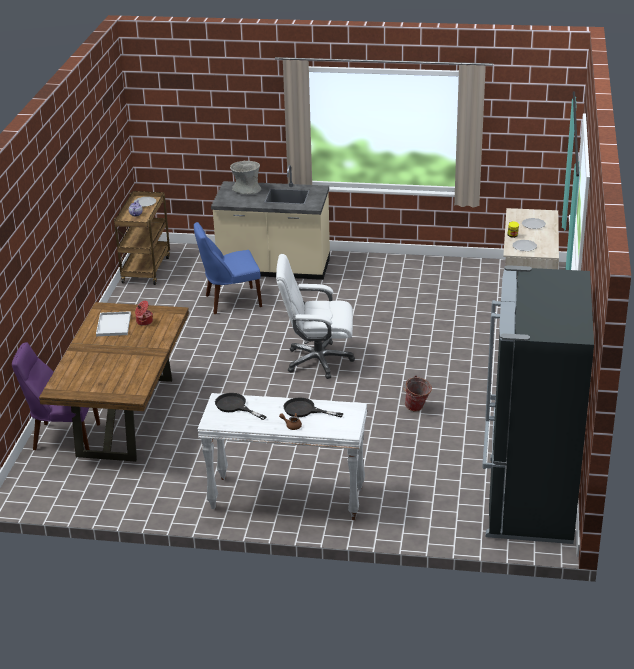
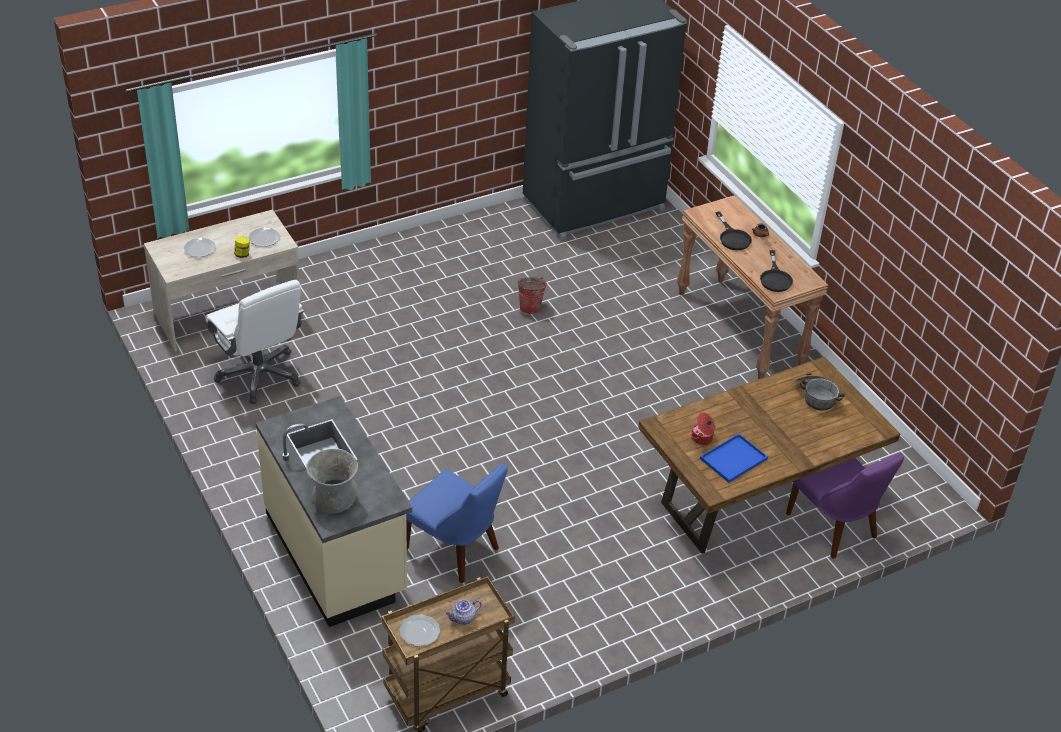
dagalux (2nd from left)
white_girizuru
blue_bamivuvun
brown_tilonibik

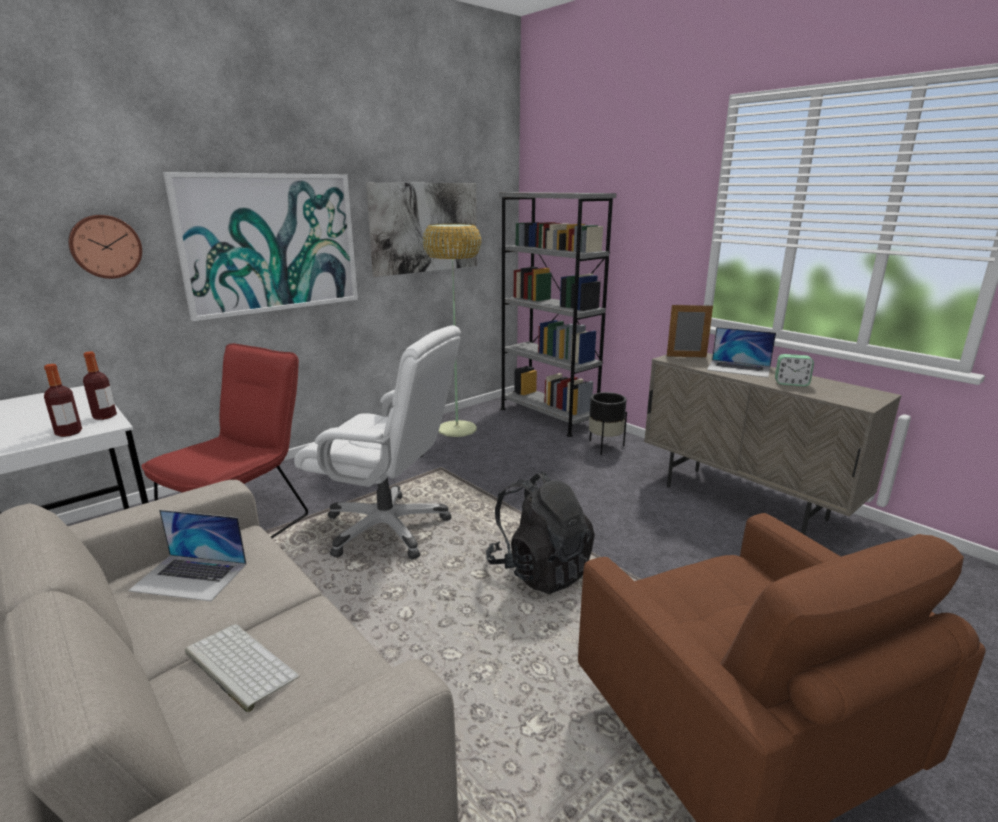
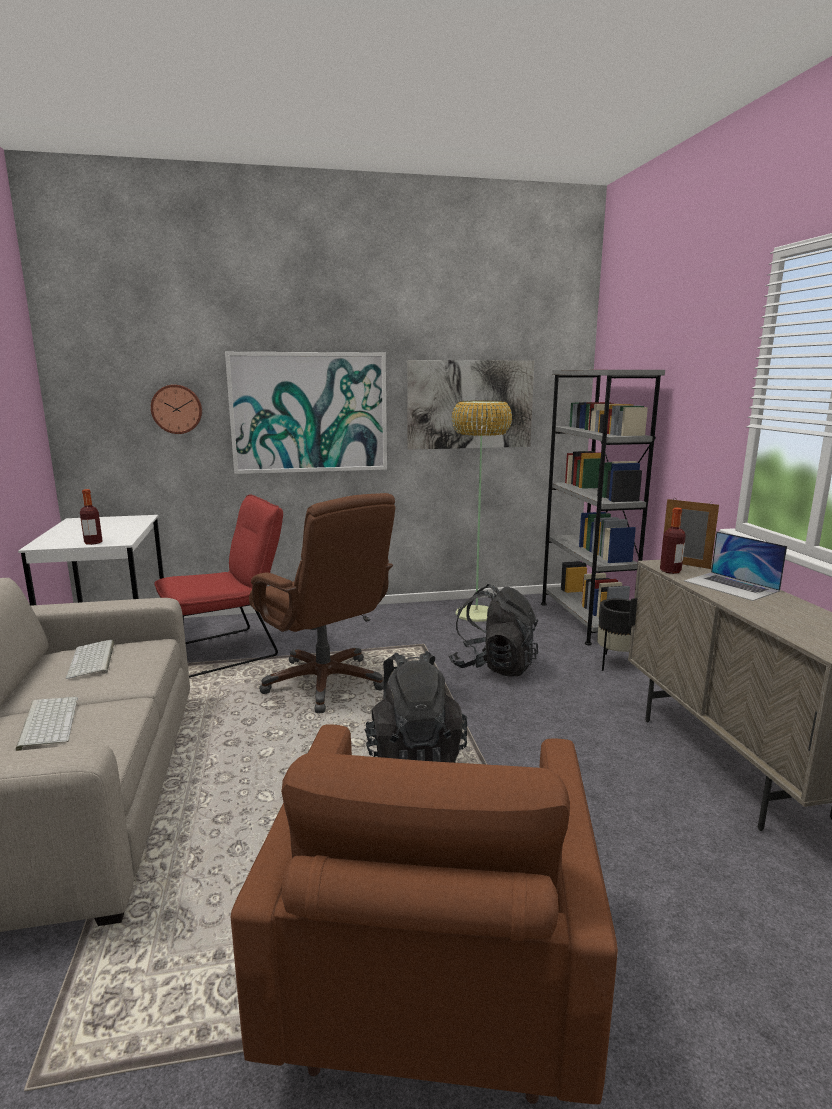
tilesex
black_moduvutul (2nd from left)
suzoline (2nd from left)
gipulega (2nd from left)
brown_girizuru

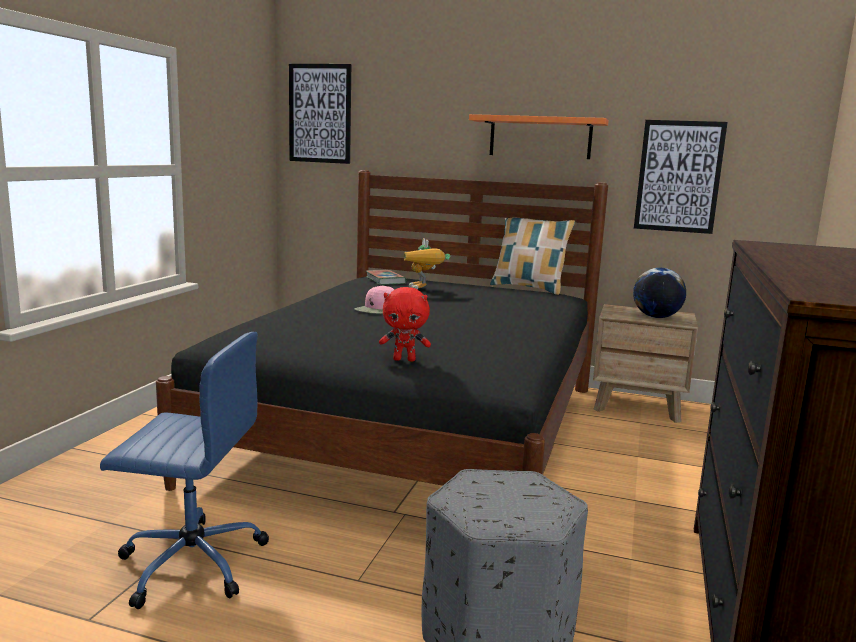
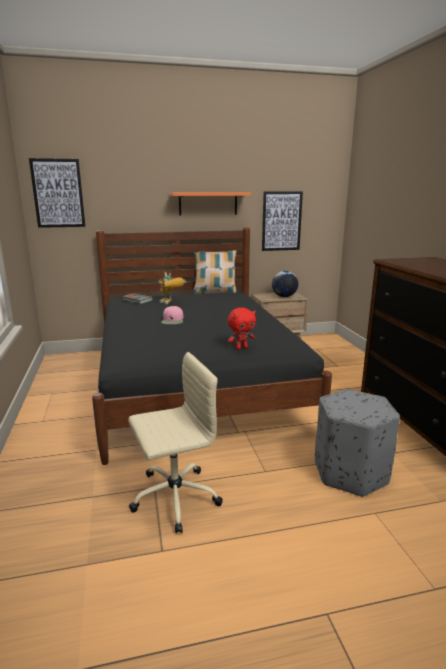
beige_girizuru

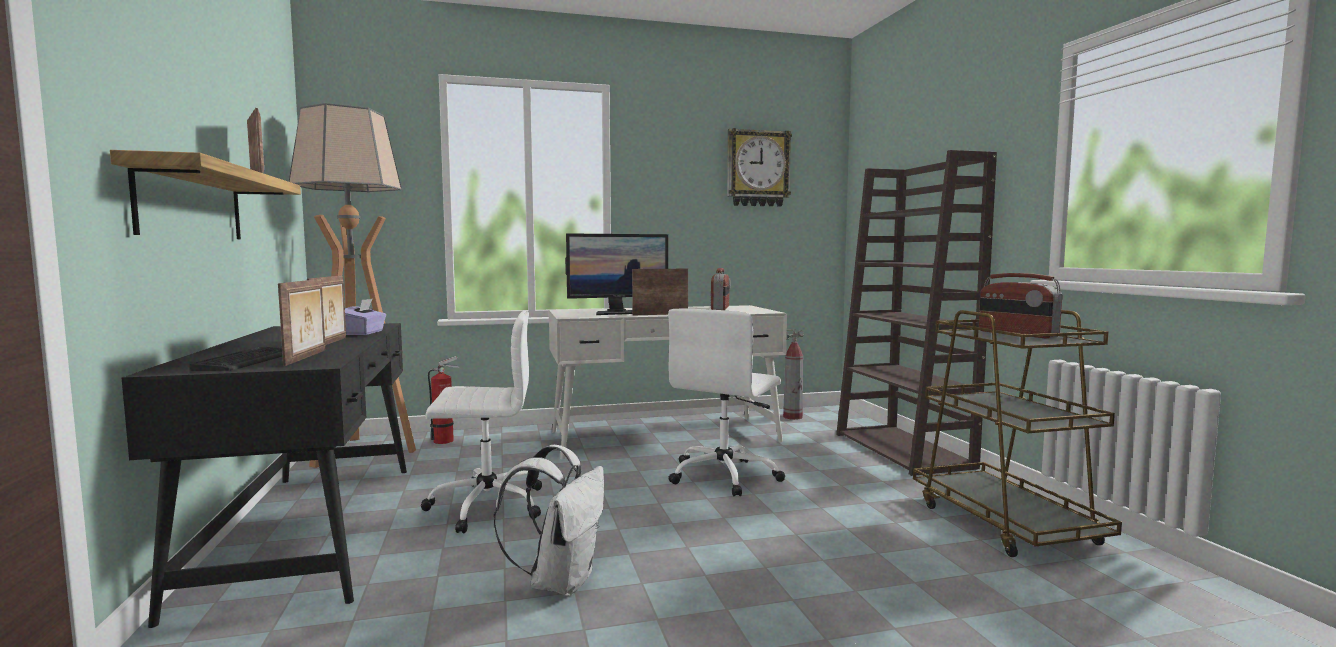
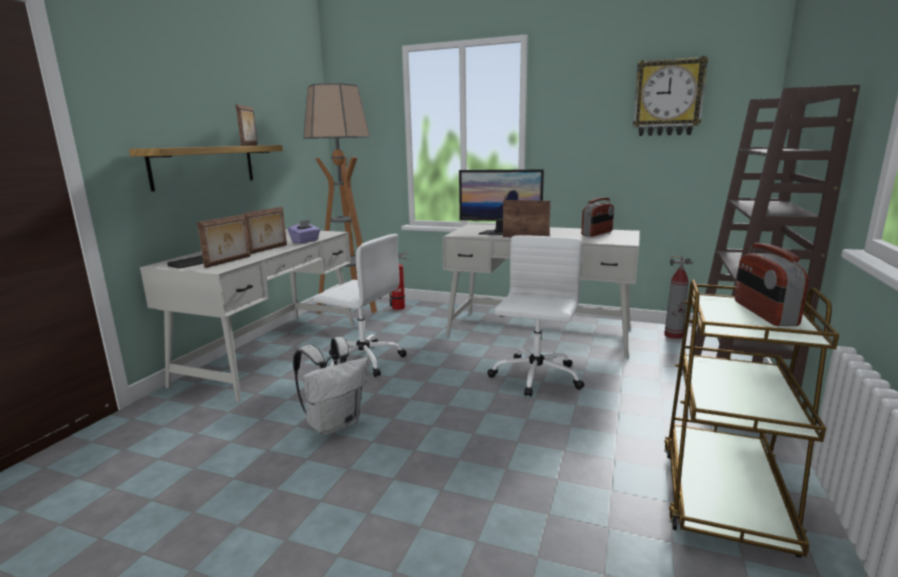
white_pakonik (1st from left)
white_girizuru (2nd from left)

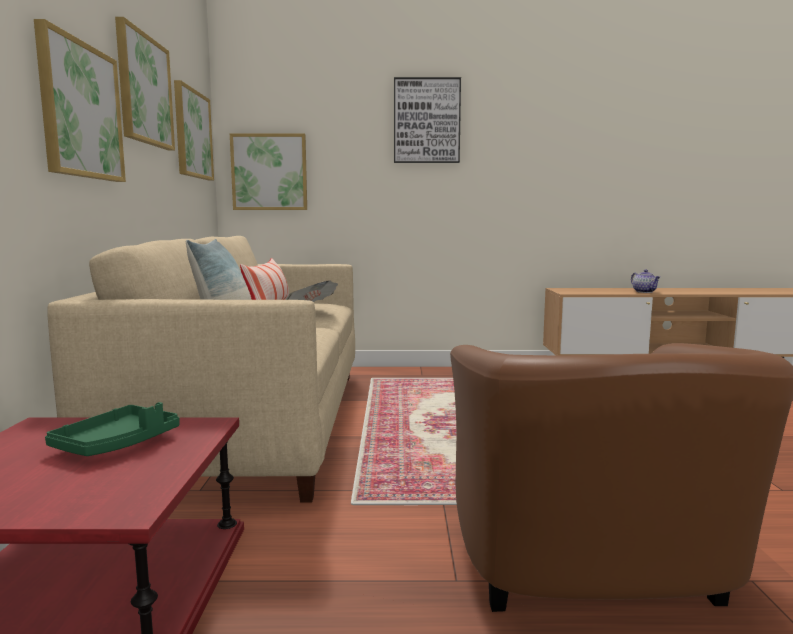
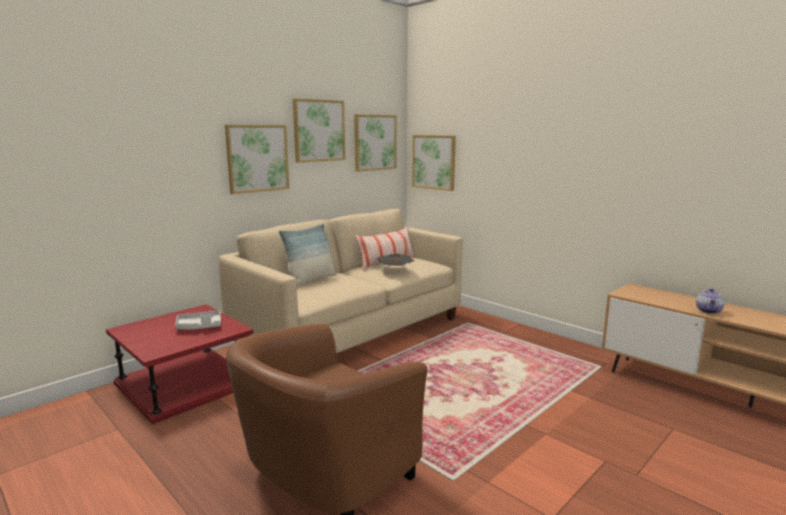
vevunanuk (5th from left in the first image)
grey_bamivuvun

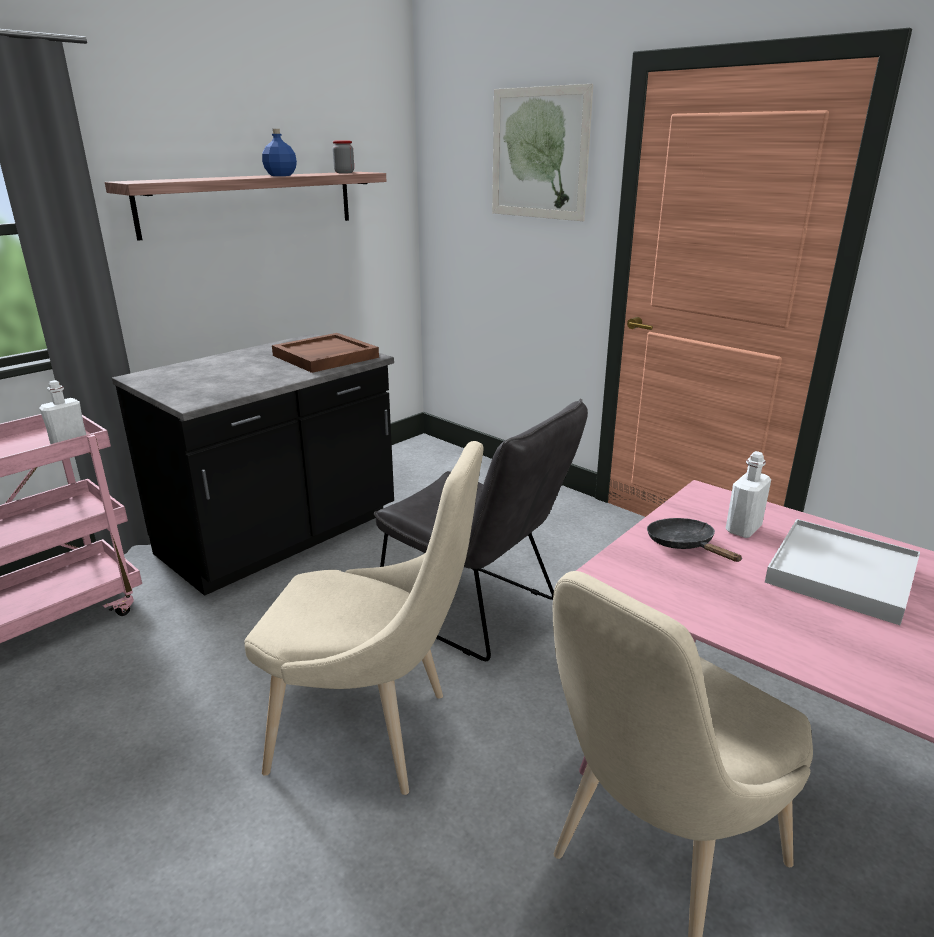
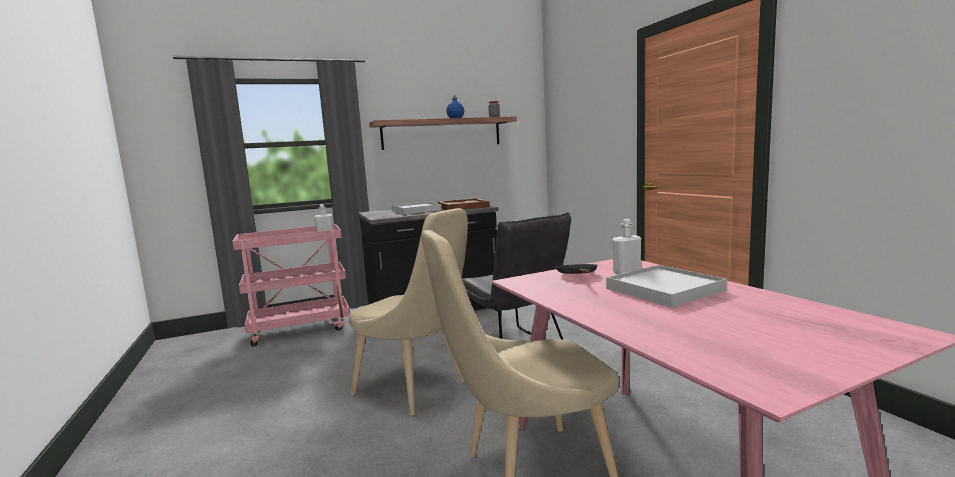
vevunanuk
white_bamivuvun (1st from left)

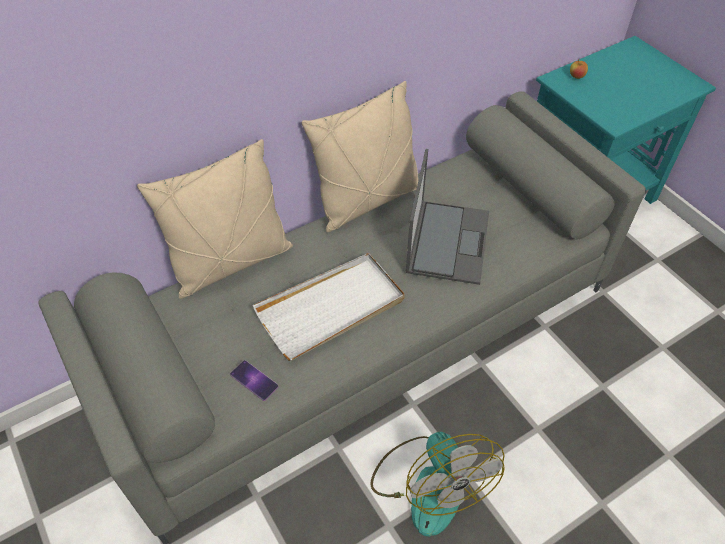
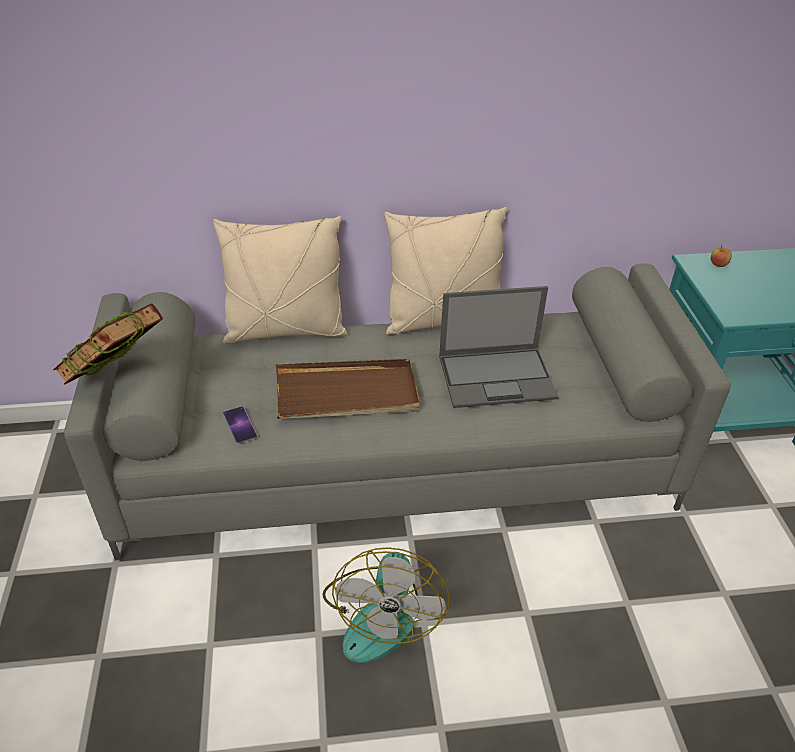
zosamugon
brown_bamivuvun
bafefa

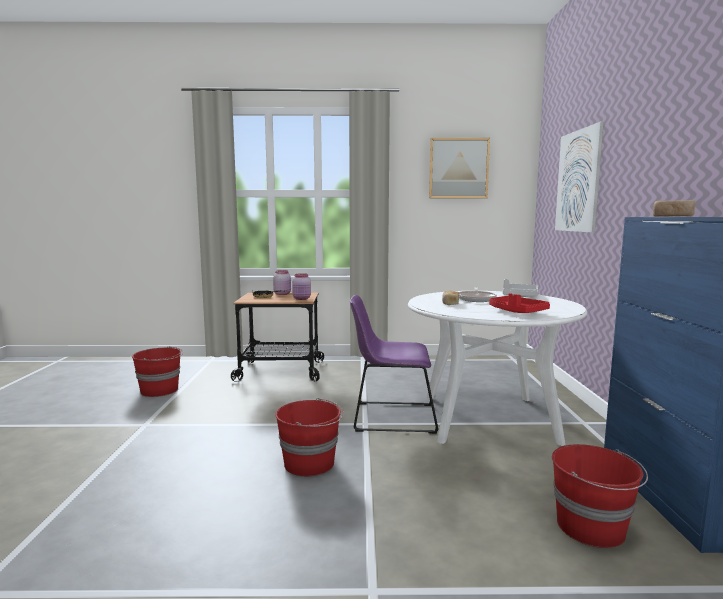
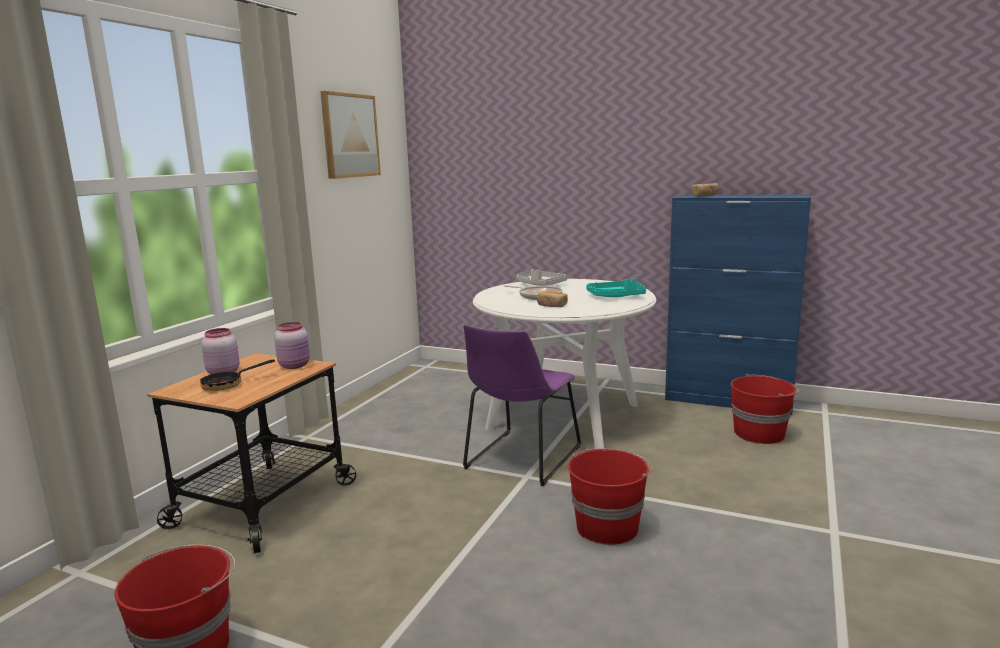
vevunanuk (2nd from left in the first image)
turquoise_bamivuvun

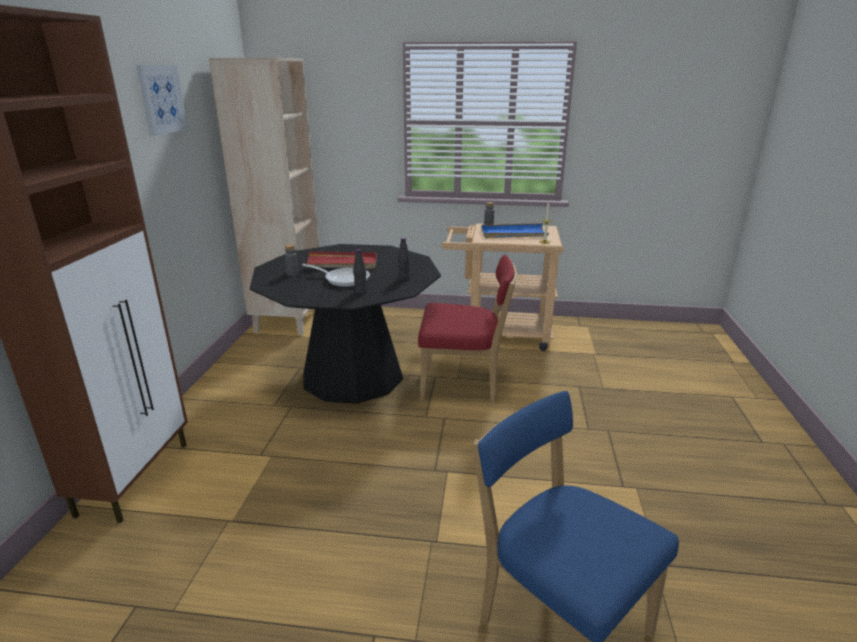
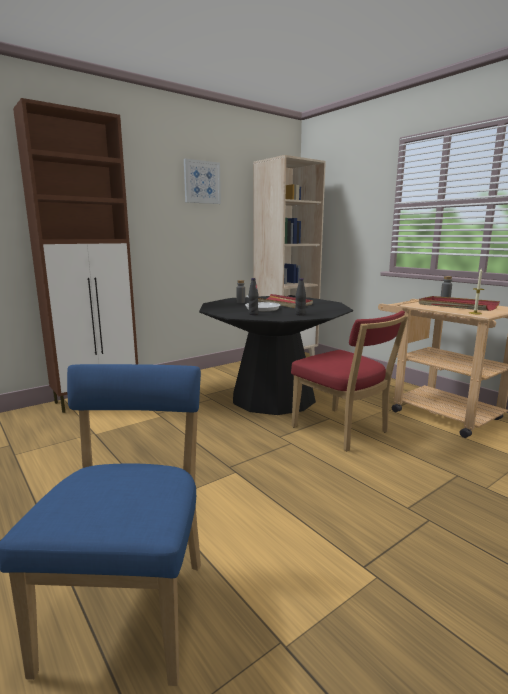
red_bamivuvun (2nd from left)

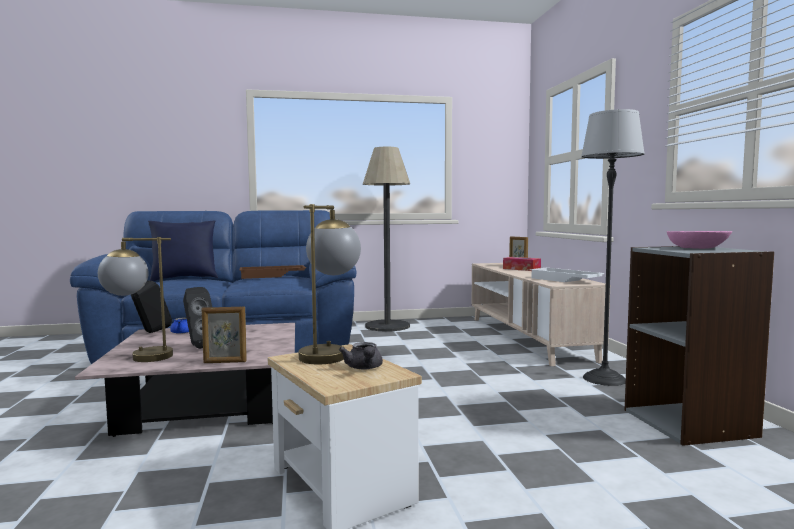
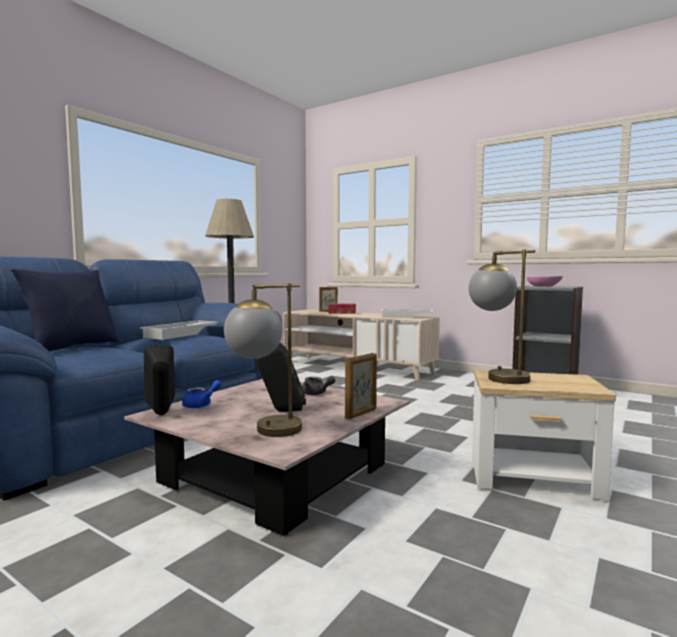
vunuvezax (2nd from left in the first image)
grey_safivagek
white_bamivuvun (1st from left)

